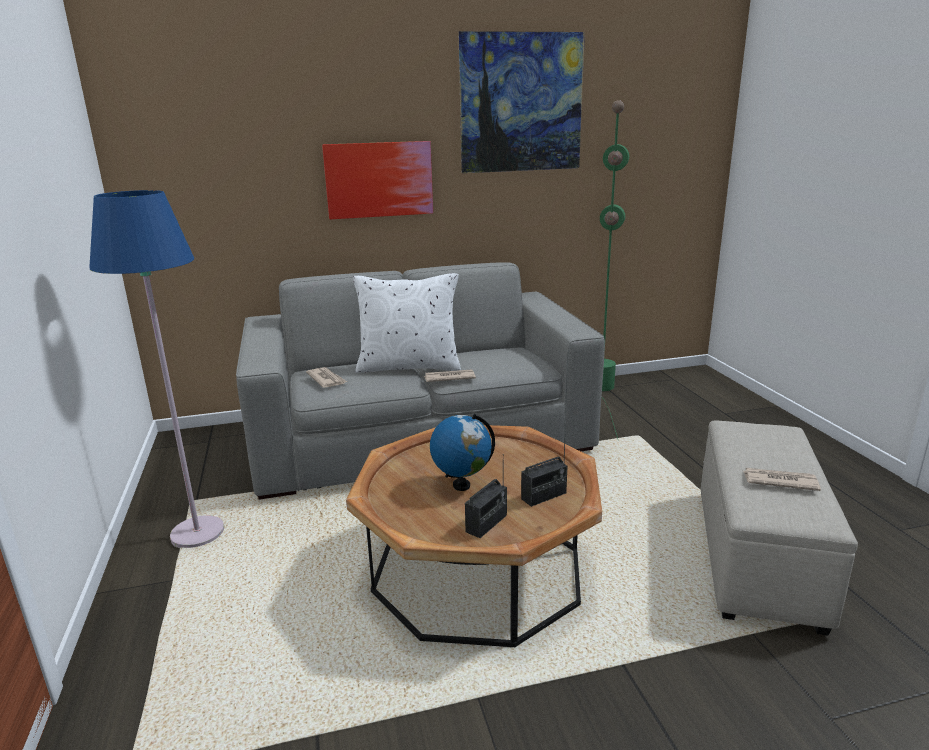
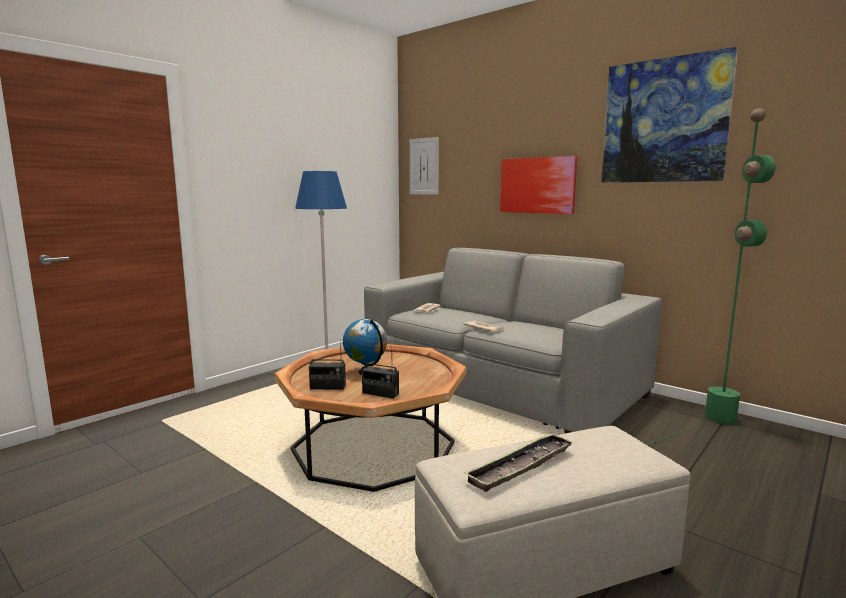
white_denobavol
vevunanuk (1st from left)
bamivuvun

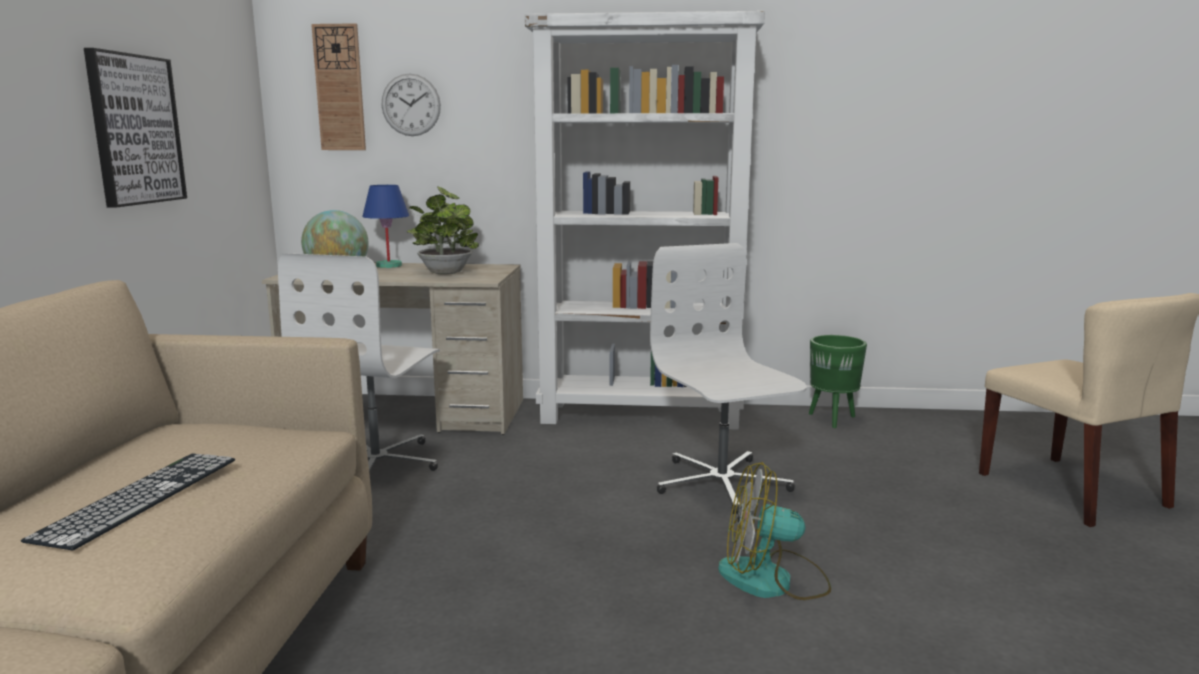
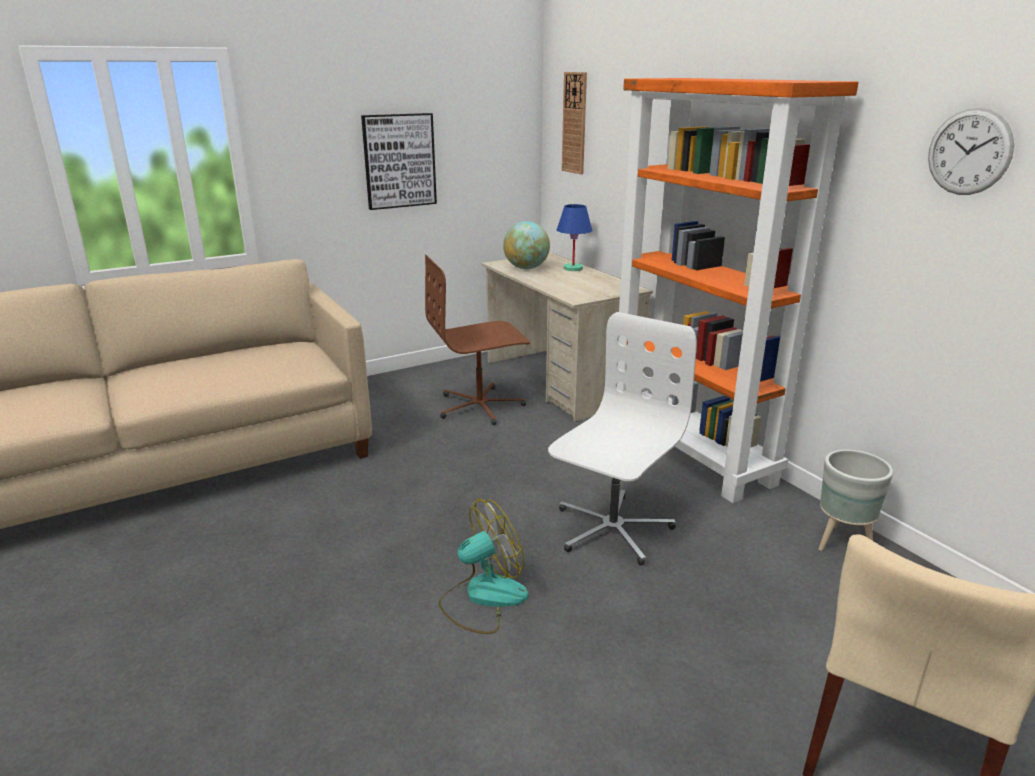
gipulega
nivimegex
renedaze (2nd from left)
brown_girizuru
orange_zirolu
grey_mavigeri
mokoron

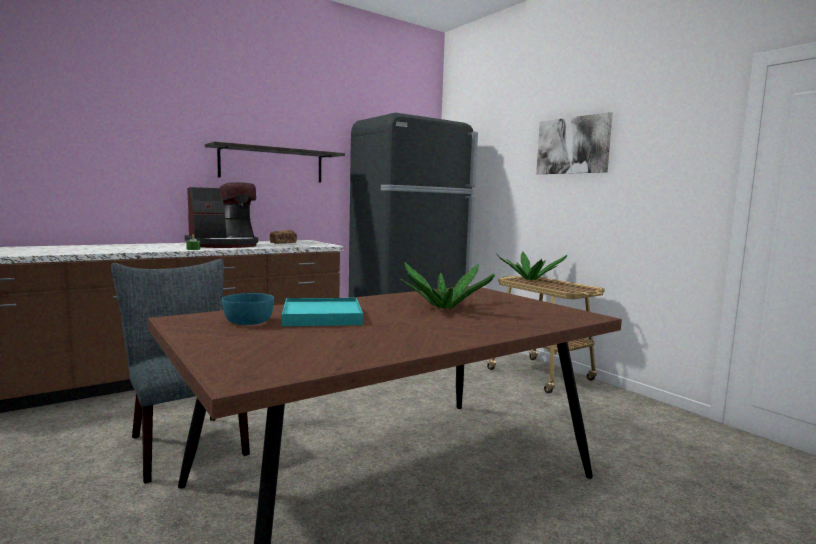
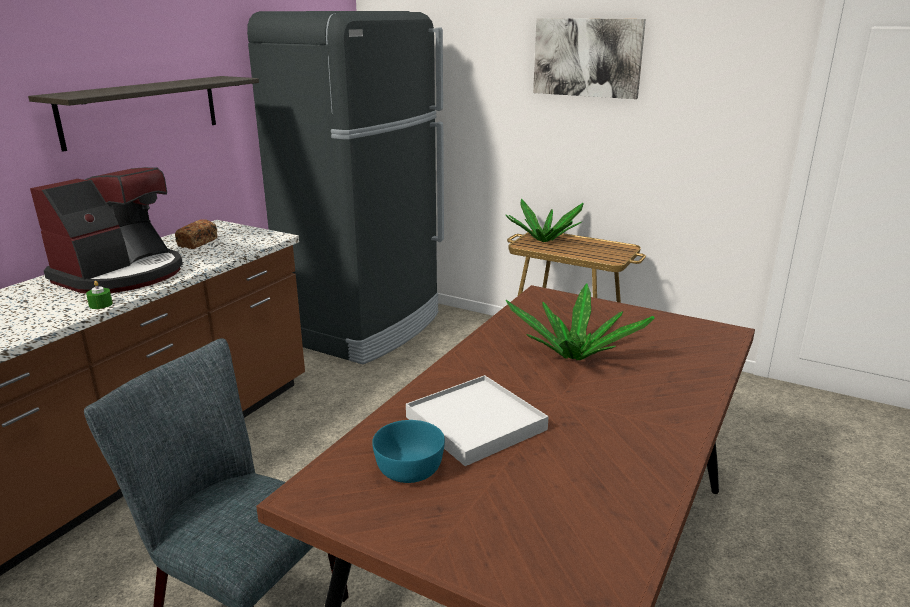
white_bamivuvun

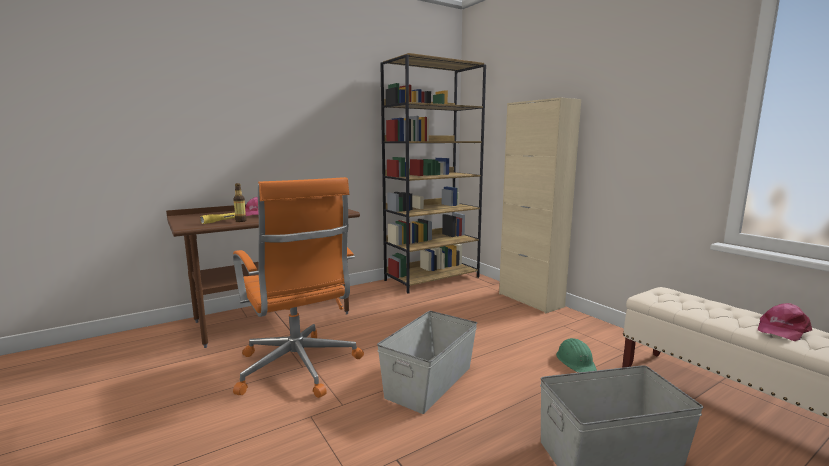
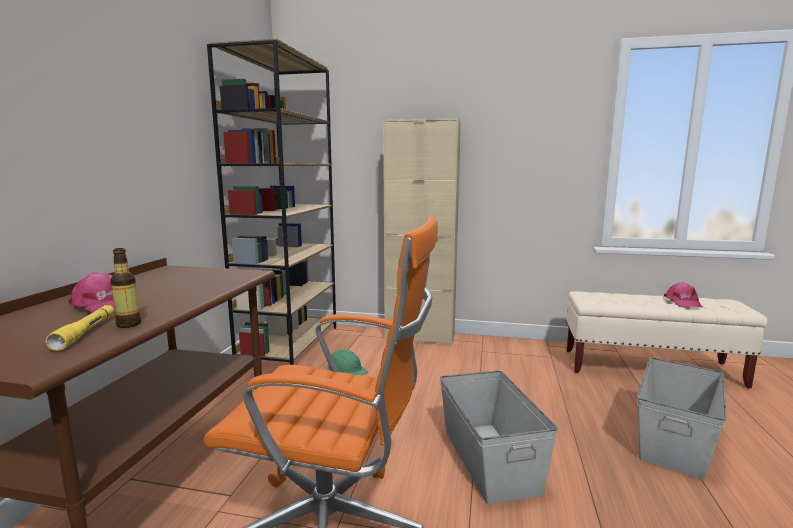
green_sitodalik

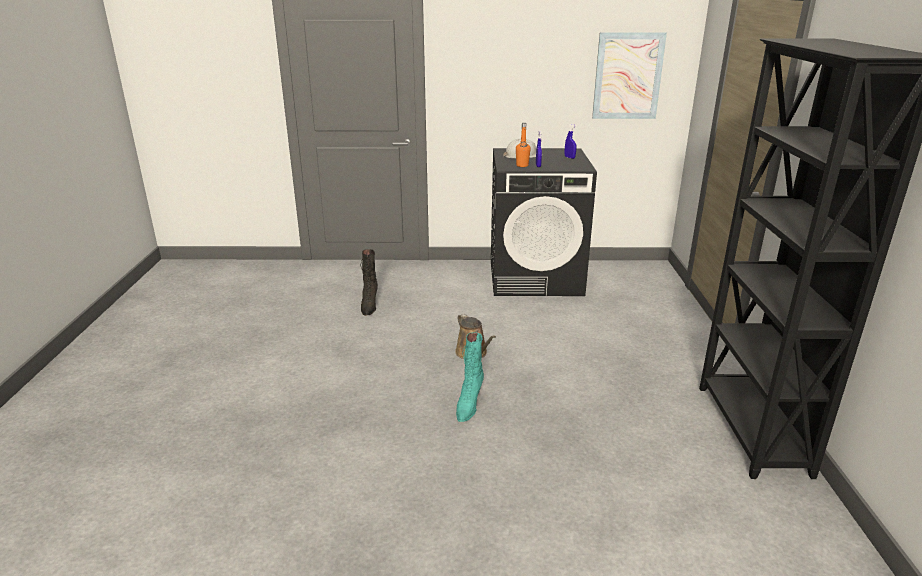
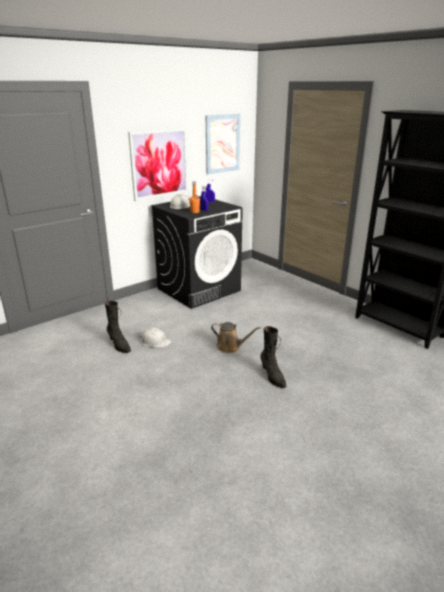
vevunanuk (1st from left)
white_sitodalik (1st from left)
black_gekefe (2nd from left)

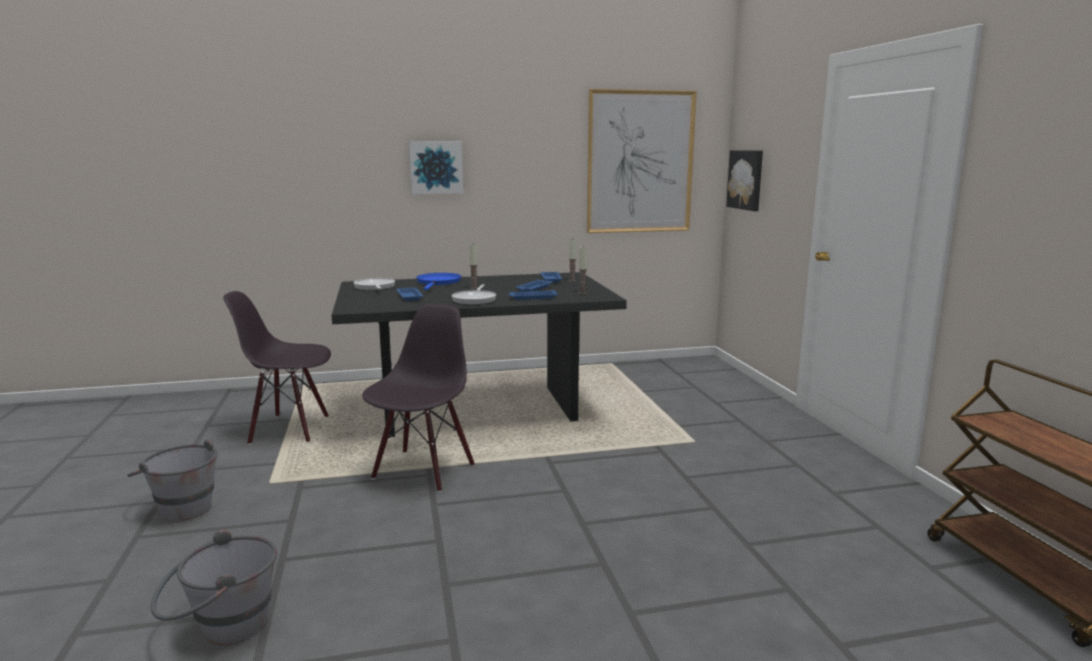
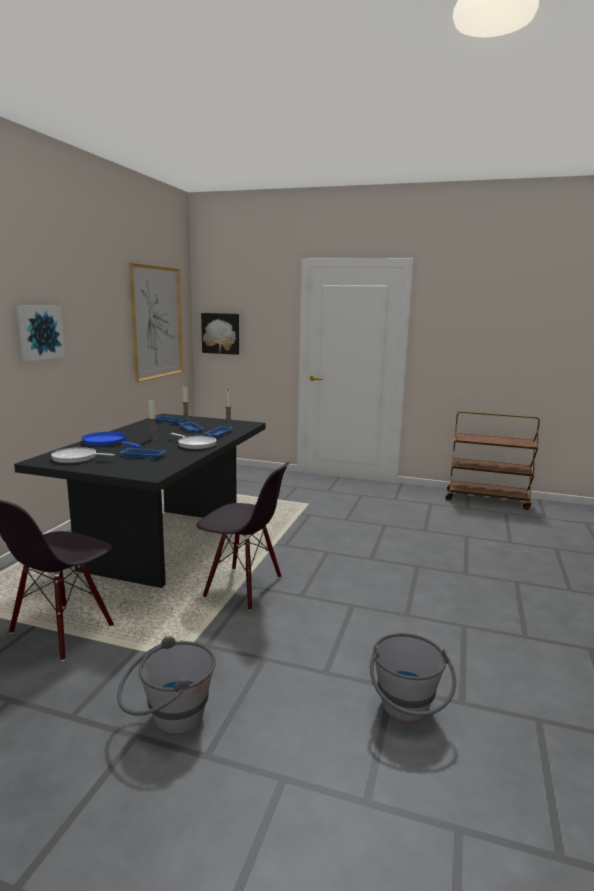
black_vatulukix (2nd from left)

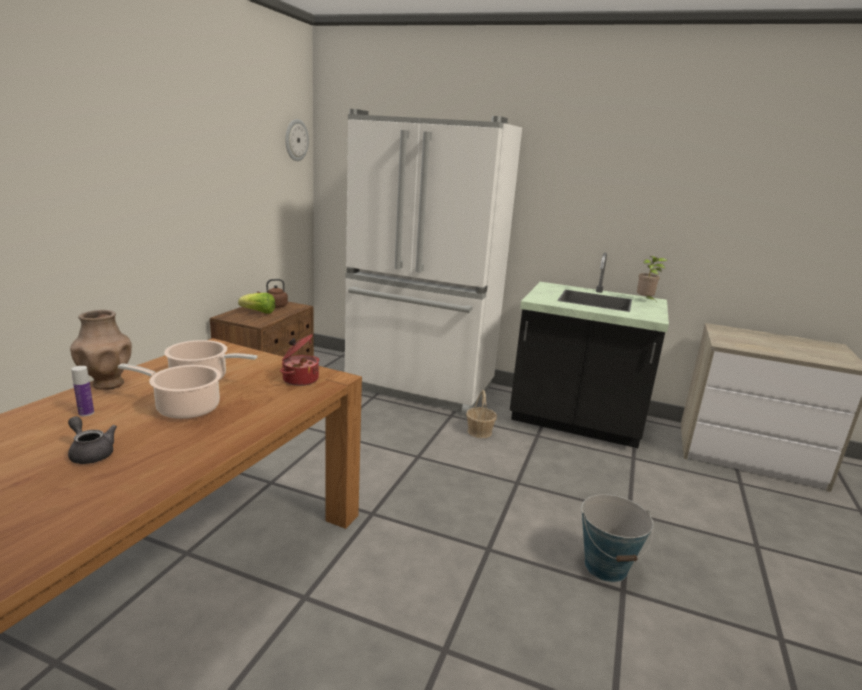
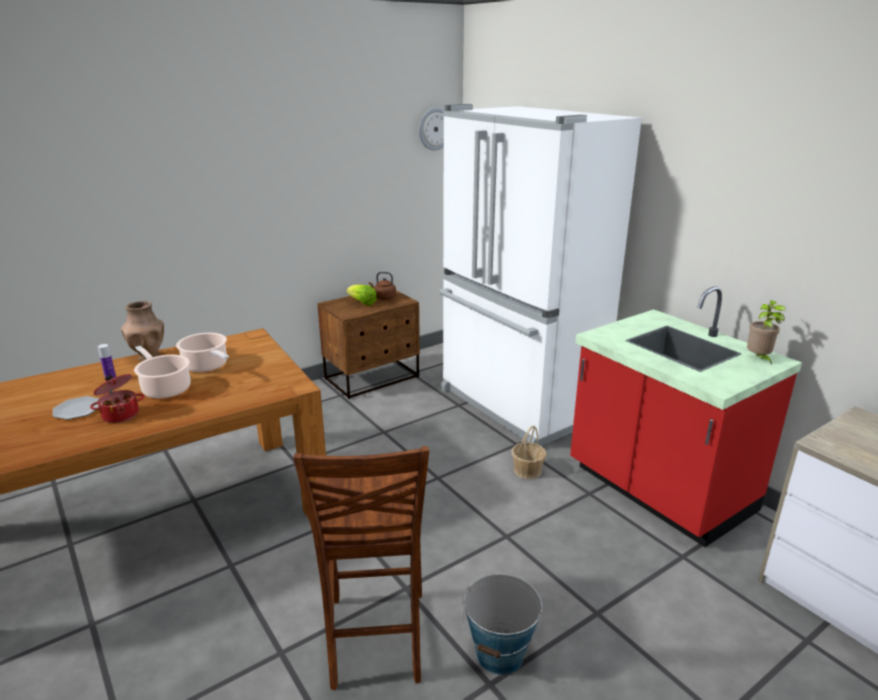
brown_vatulukix
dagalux (1st from left)
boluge
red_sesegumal

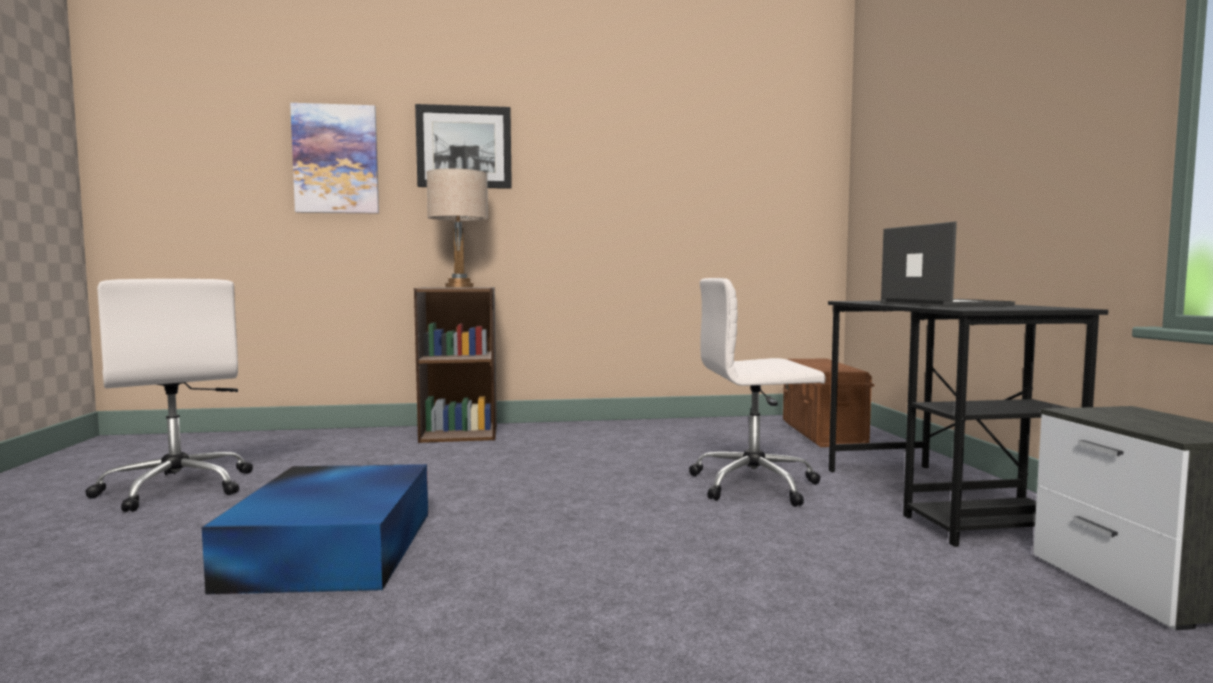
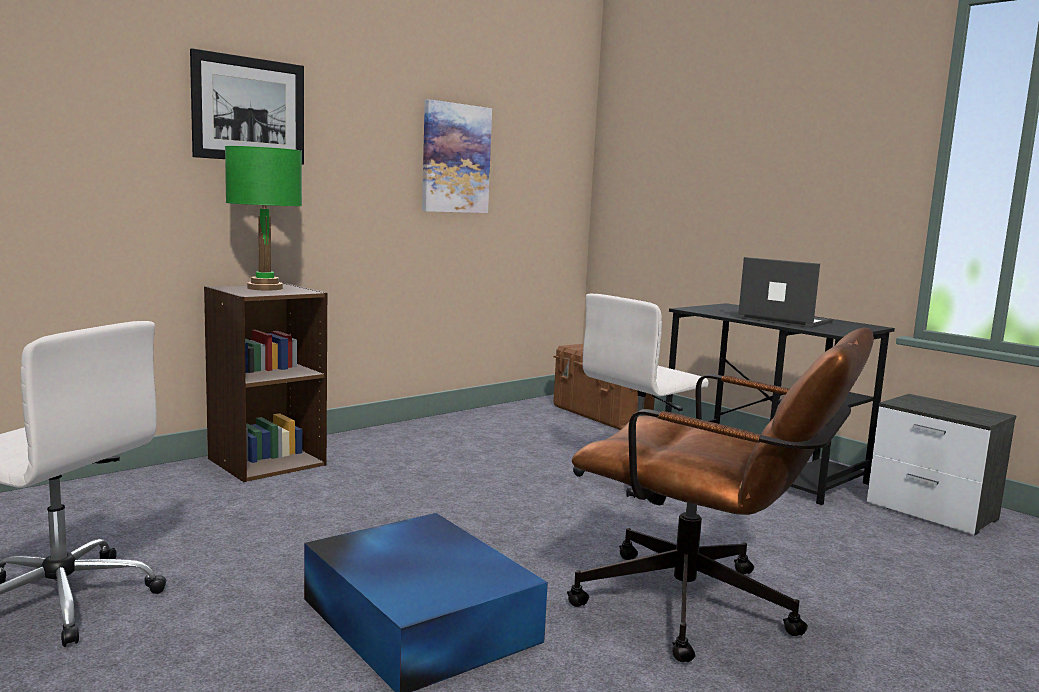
brown_girizuru
vevunanuk (2nd from left)
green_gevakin

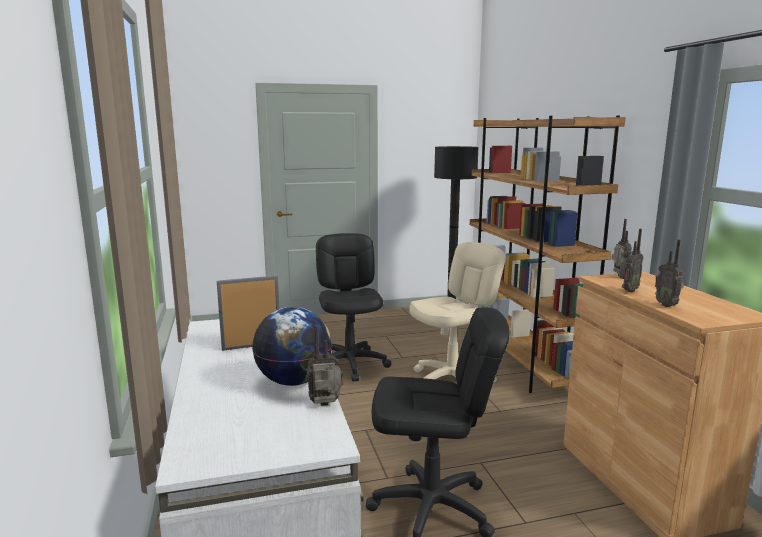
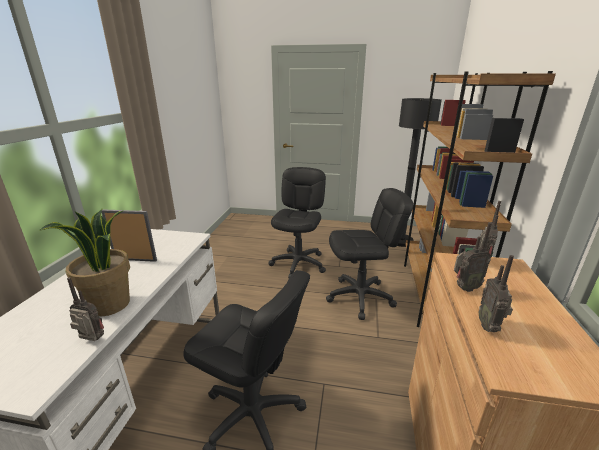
nivimegex
black_girizuru (3rd from left)

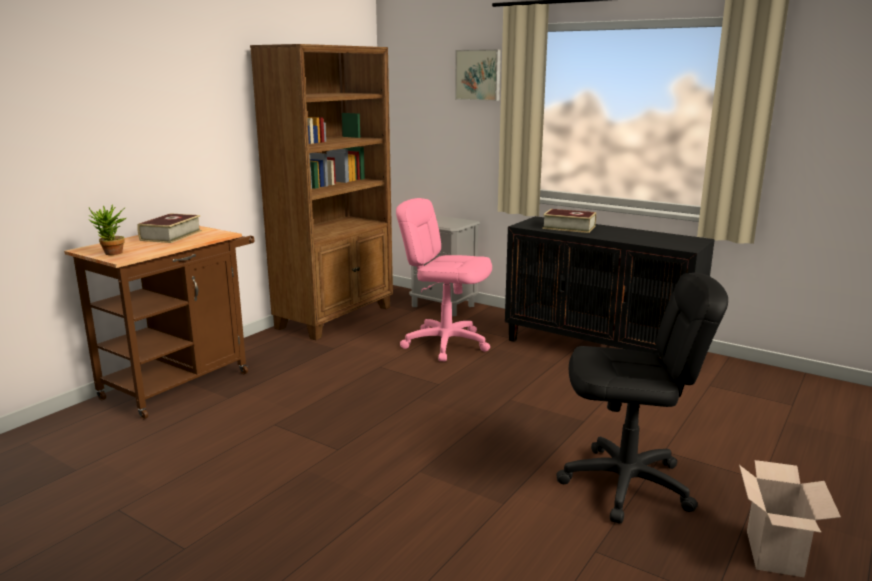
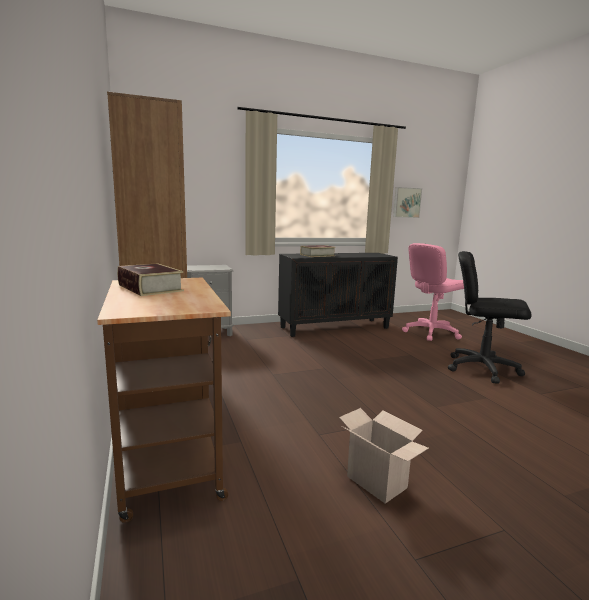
nivimegex
pink_girizuru
vevunanuk
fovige
black_girizuru

